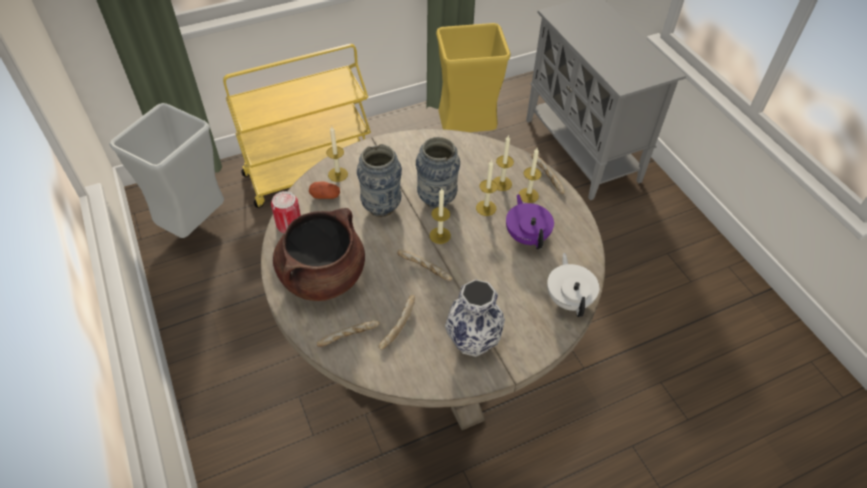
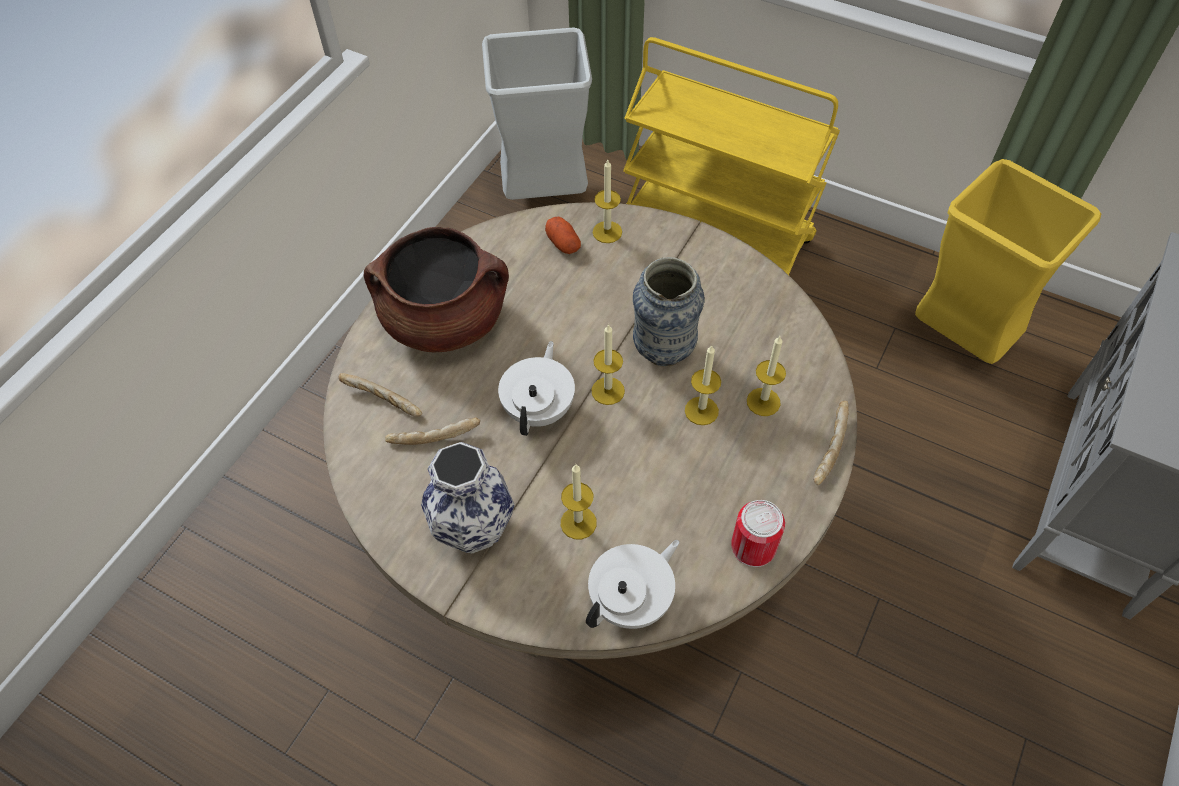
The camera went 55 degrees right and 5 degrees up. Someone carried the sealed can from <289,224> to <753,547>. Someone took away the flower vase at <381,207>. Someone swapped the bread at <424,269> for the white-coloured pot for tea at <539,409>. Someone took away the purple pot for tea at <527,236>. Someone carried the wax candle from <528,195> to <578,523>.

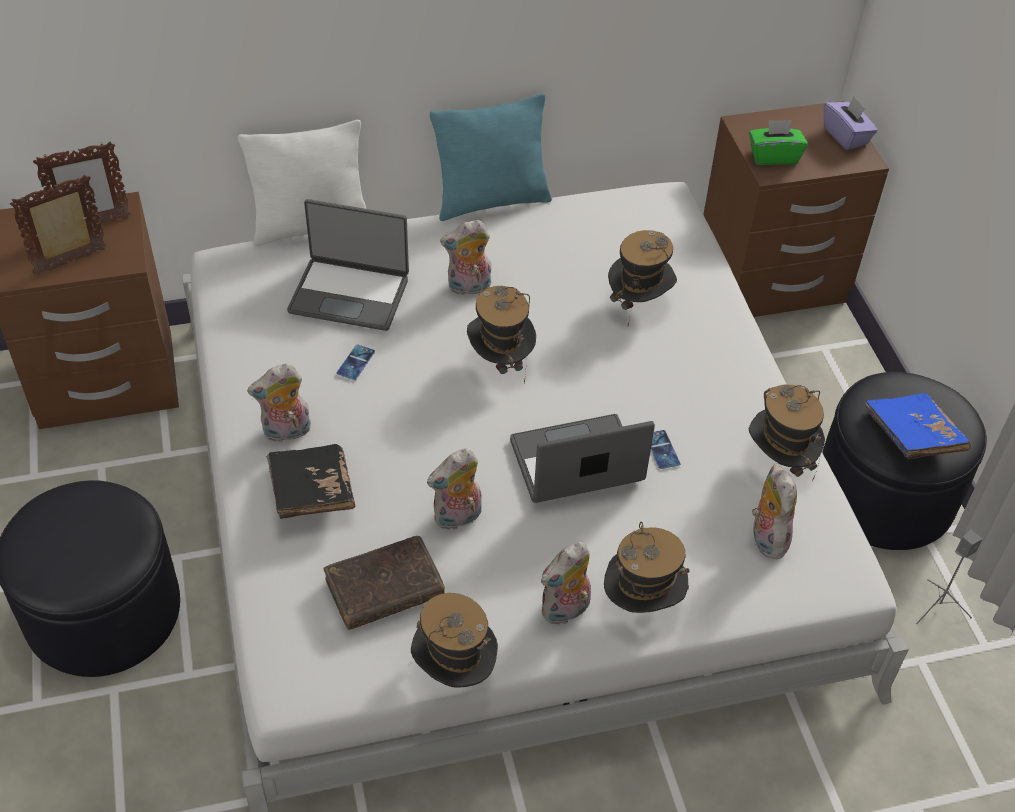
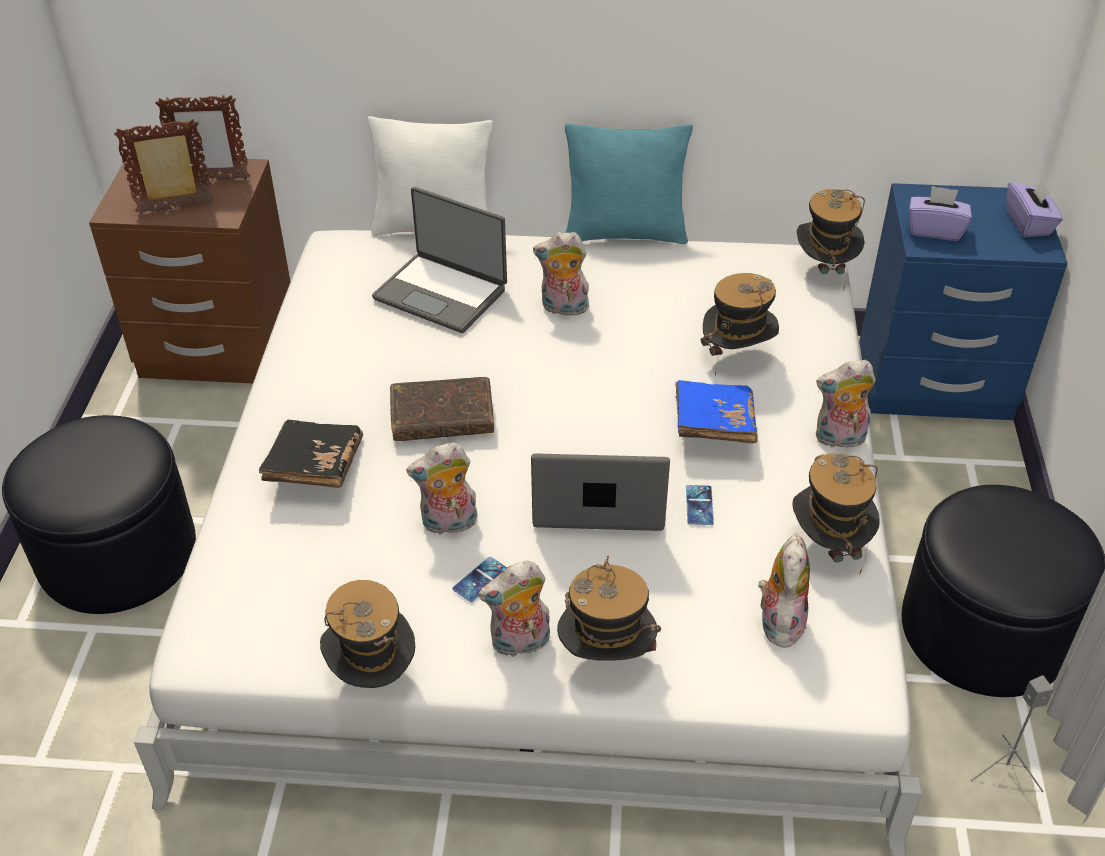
The camera went 20 degrees right and 5 degrees down. Someone carried the cuddly toy from <286,432> to <839,439>. Someone carried the brown-coloured volume from <384,589> to <442,418>. Someone carried the handset from <356,362> to <480,579>. Someone carried the wearable hat from <500,362> to <824,271>. Someone repainted the brown-coloured night table at <771,281>, which became the bluish night table at <934,382>. Someone repainted the green-coloured tissue box at <773,156>, which became the purple tissue box at <935,230>. Someone carried the bluish volume from <912,437> to <713,425>.

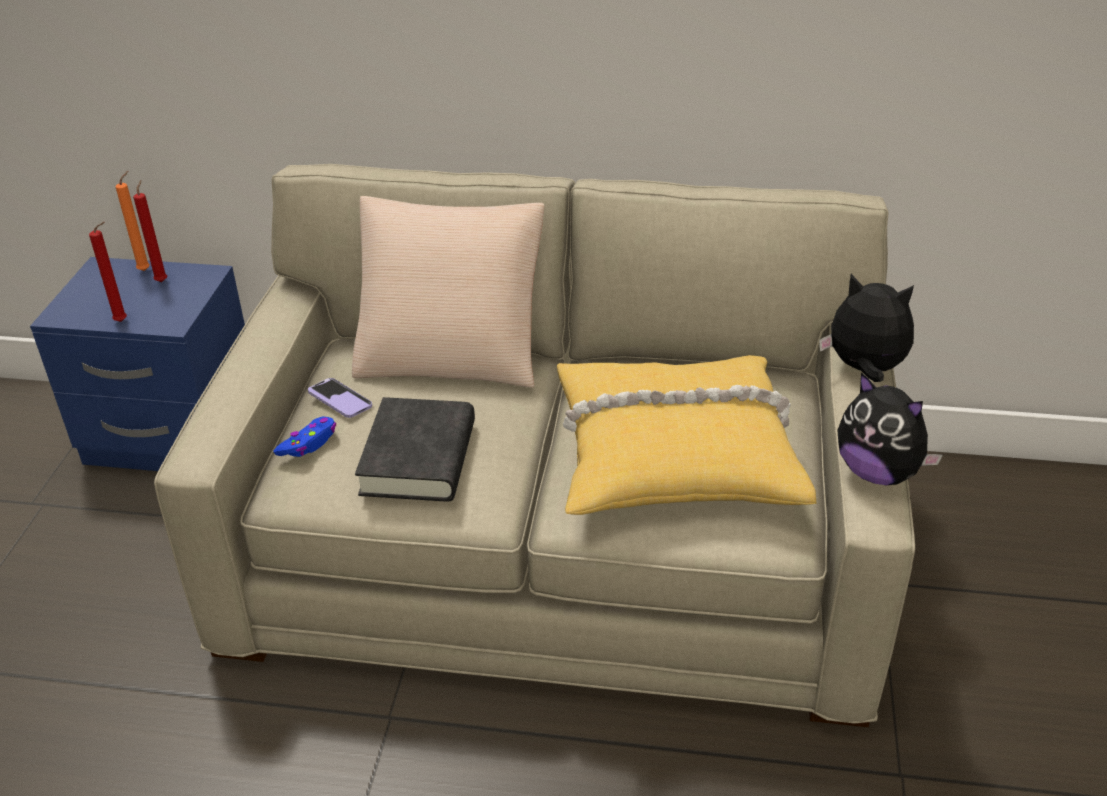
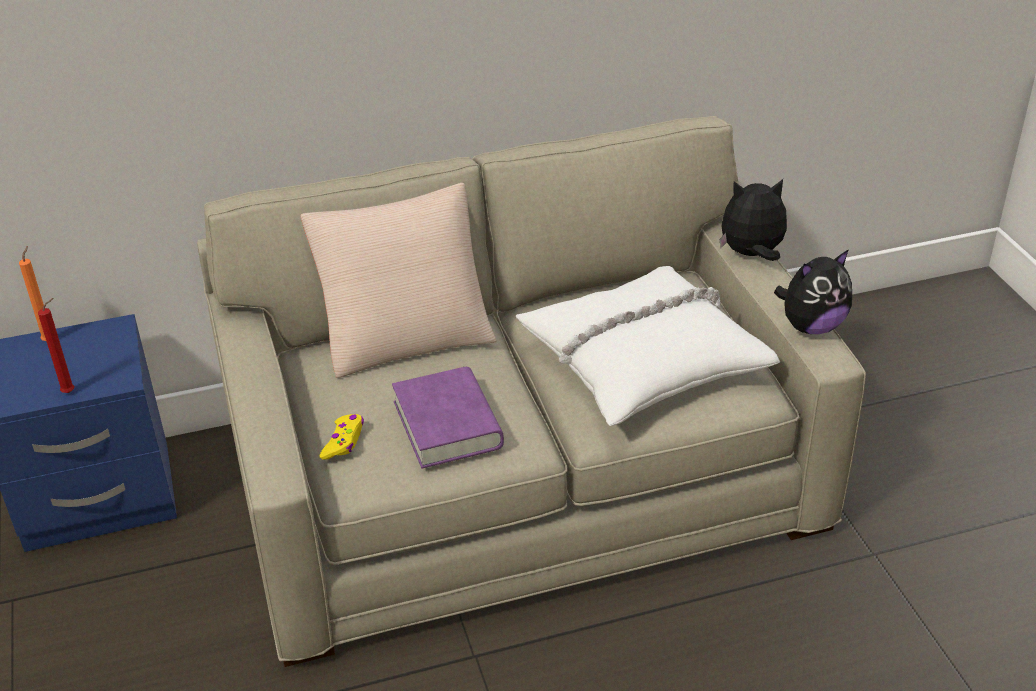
The camera went 25 degrees left and 0 degrees up. Someone took away the red wax candle at <162,280>. Someone repainted the bluish joypad at <309,443>, which became the yellow joypad at <343,442>. Someone took away the handset at <340,399>. Someone repainted the black-coloured volume at <418,458>, which became the purple volume at <447,425>. Someone repainted the yellow cushion at <674,452>, which became the white-coloured cushion at <642,359>. Someone rotated the cuddly toy at <878,472> by 45 degrees counterclockwise.

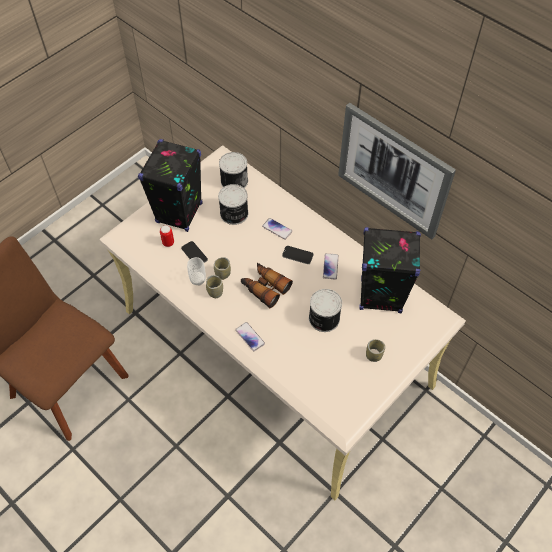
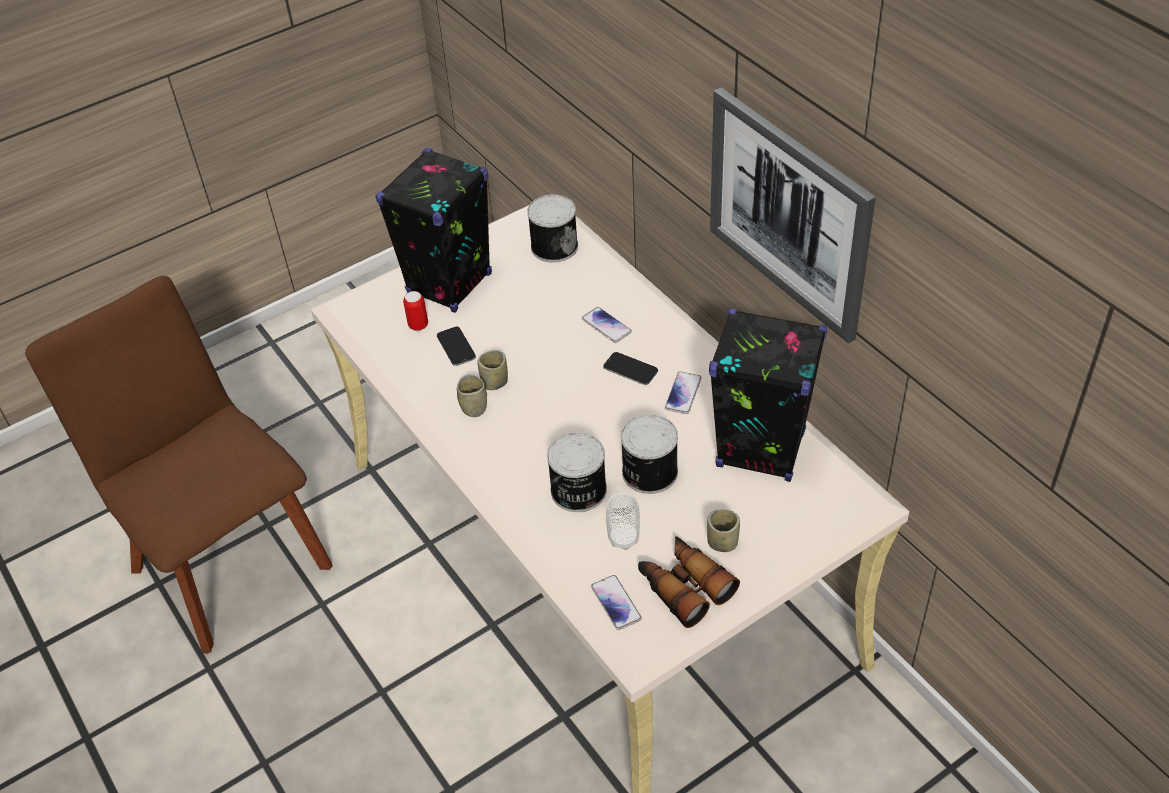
The camera went 15 degrees right and 10 degrees down. Someone carried the small cup from <198,279> to <623,538>. Someone carried the sealed can from <234,214> to <578,491>. Someone carried the handset from <250,337> to <616,603>. Someone carried the binoculars from <265,287> to <684,586>.

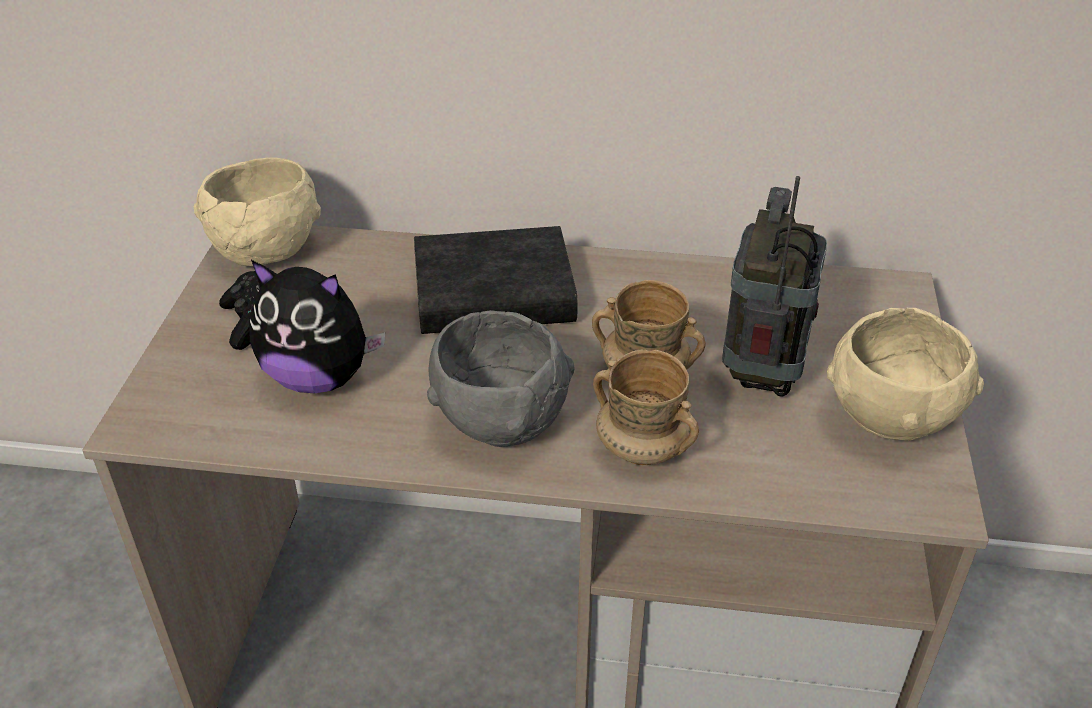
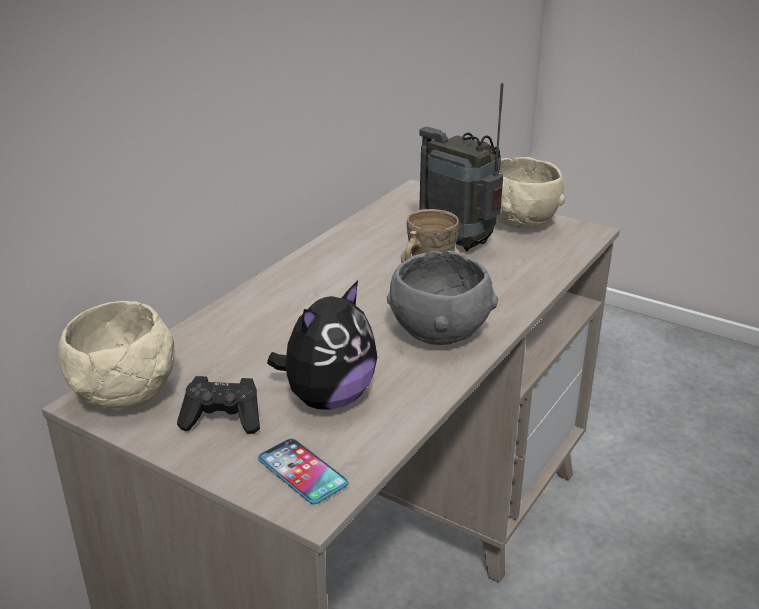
The camera went 65 degrees left and 10 degrees down. Someone took away the black-coloured volume at <494,294>. Someone took away the beige-coloured mug at <641,449>. Someone put down the handset at <302,472>.

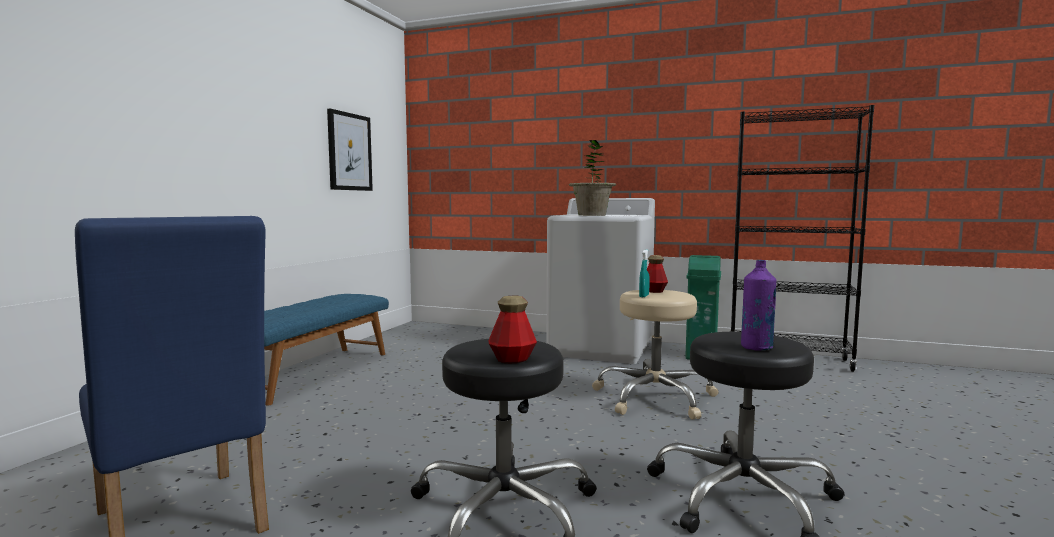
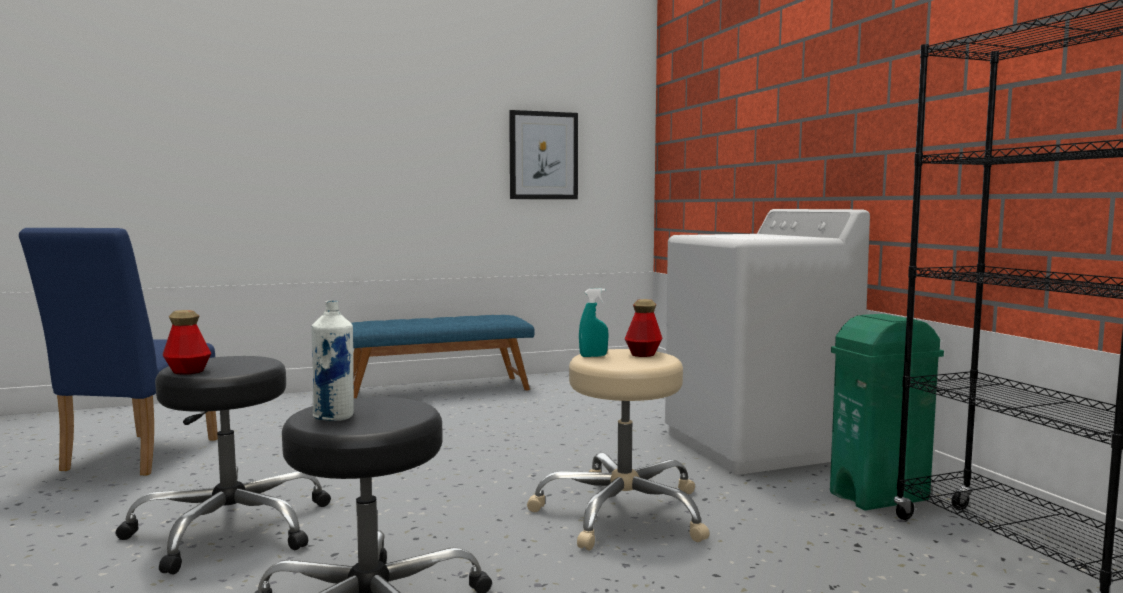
The camera went 50 degrees right and 0 degrees up. Someone took away the plant in a pot at <592,215>. Someone repainted the purple bottle at <756,348>, which became the white-coloured bottle at <334,417>.

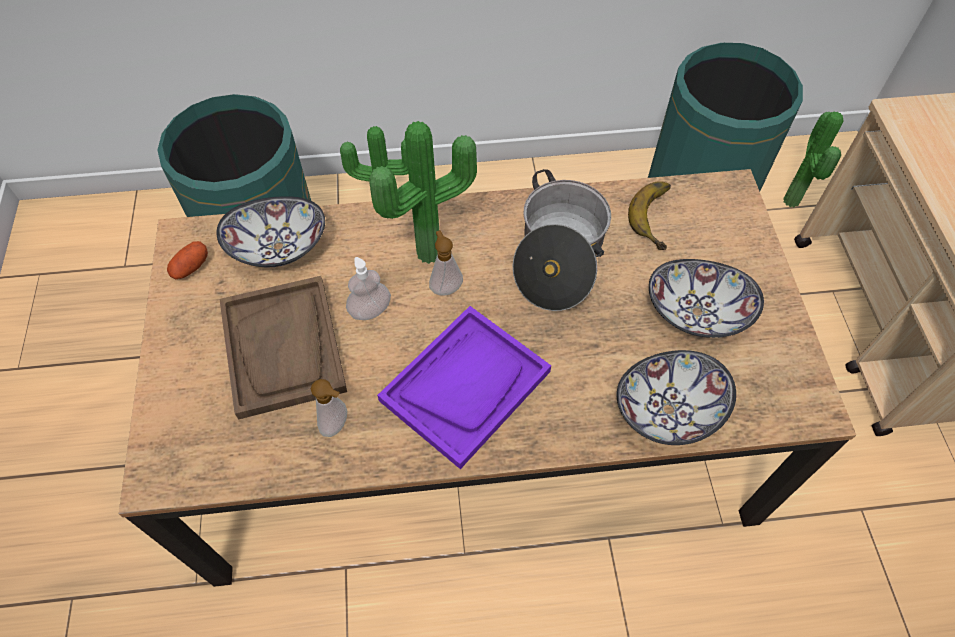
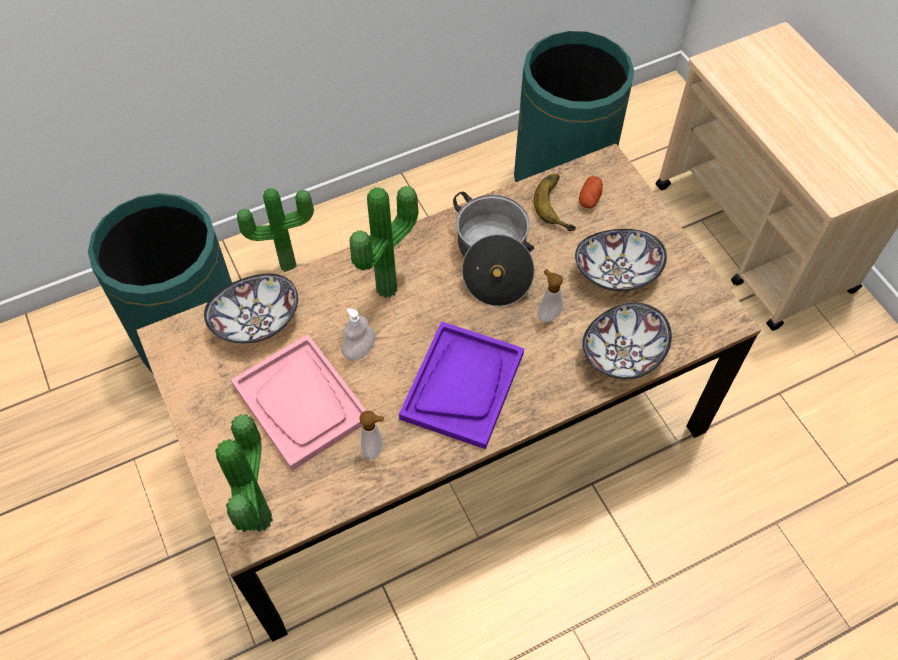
The camera went 20 degrees left and 0 degrees up. Someone carried the spud from <191,267> to <589,198>. Someone repainted the brown-coloured serving tray at <283,347>, which became the pinkish serving tray at <301,402>. Someone carried the soap bottle from <445,287> to <547,314>. Someone carried the plant in a pot from <794,201> to <265,518>.

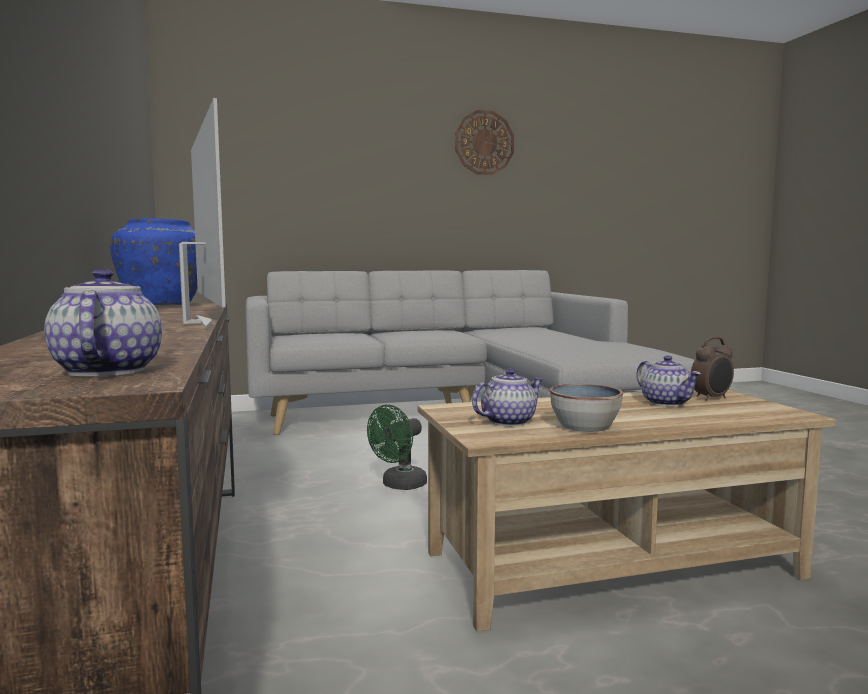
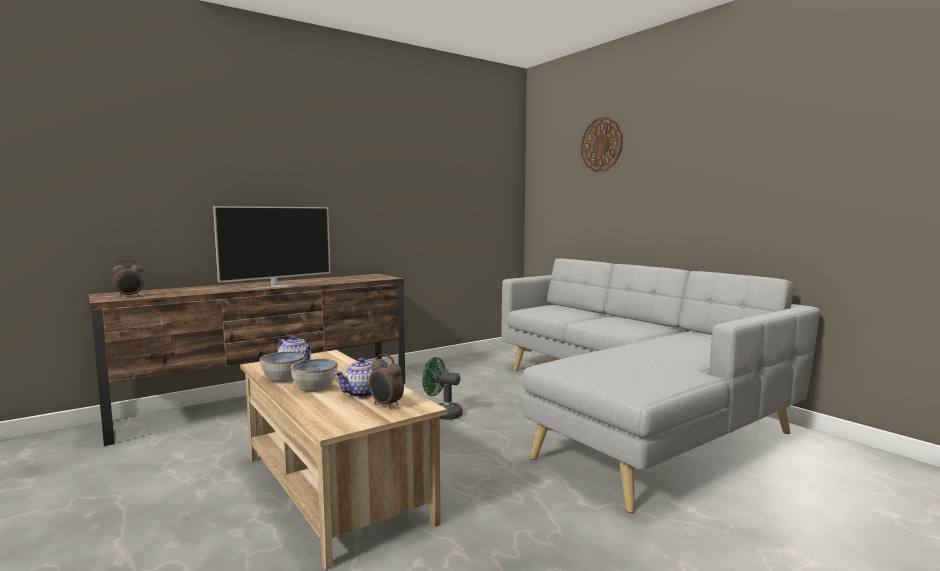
The camera went 70 degrees right and 0 degrees up. Someone swapped the pot for tea at <106,371> for the table clock at <130,296>. Someone took away the bluish flower vase at <163,305>. Someone carried the wall clock from <484,142> to <601,145>. Someone put down the serving bowl at <314,388>.

